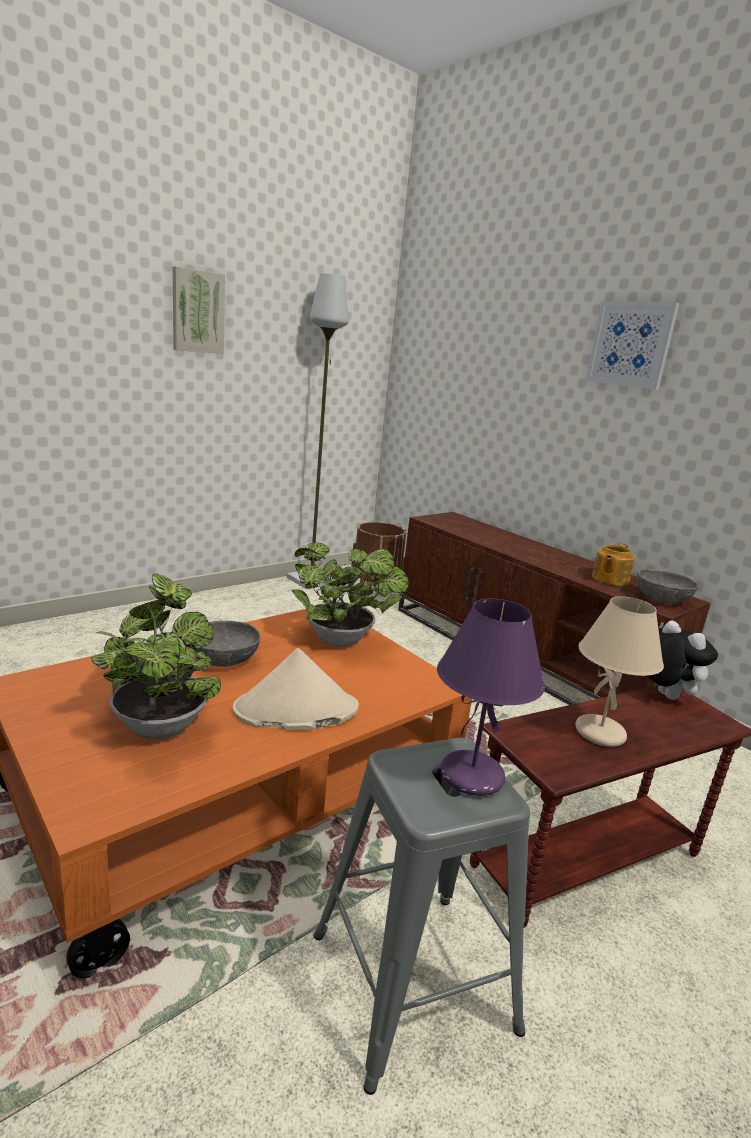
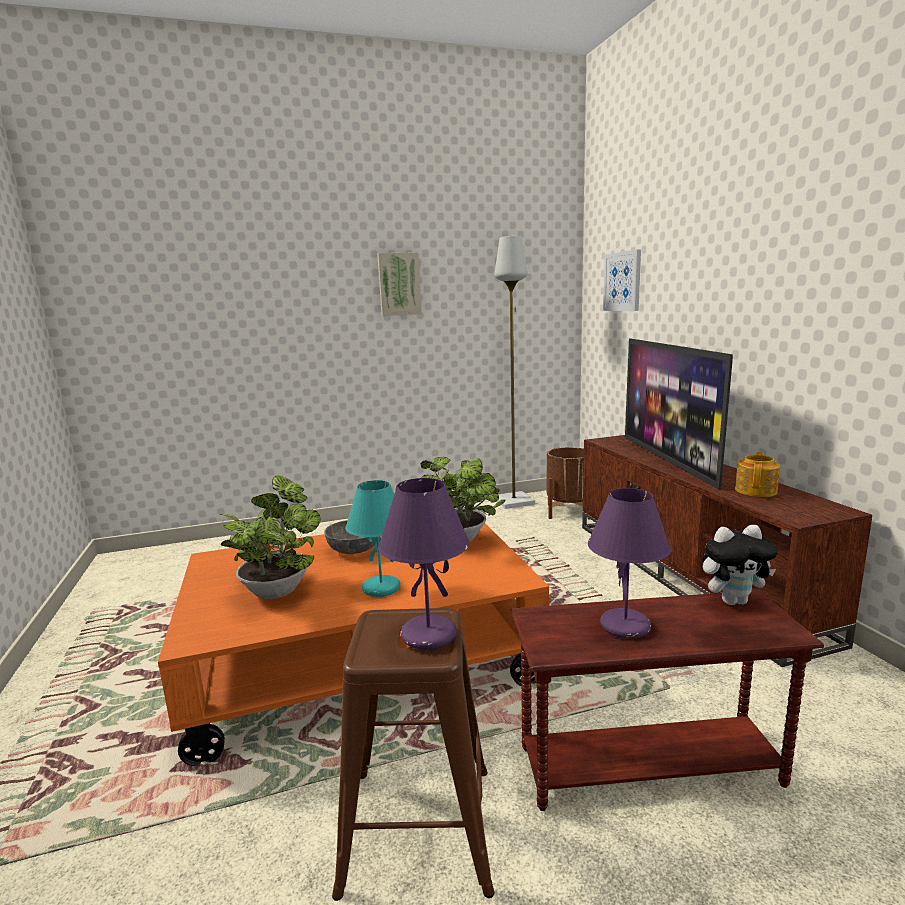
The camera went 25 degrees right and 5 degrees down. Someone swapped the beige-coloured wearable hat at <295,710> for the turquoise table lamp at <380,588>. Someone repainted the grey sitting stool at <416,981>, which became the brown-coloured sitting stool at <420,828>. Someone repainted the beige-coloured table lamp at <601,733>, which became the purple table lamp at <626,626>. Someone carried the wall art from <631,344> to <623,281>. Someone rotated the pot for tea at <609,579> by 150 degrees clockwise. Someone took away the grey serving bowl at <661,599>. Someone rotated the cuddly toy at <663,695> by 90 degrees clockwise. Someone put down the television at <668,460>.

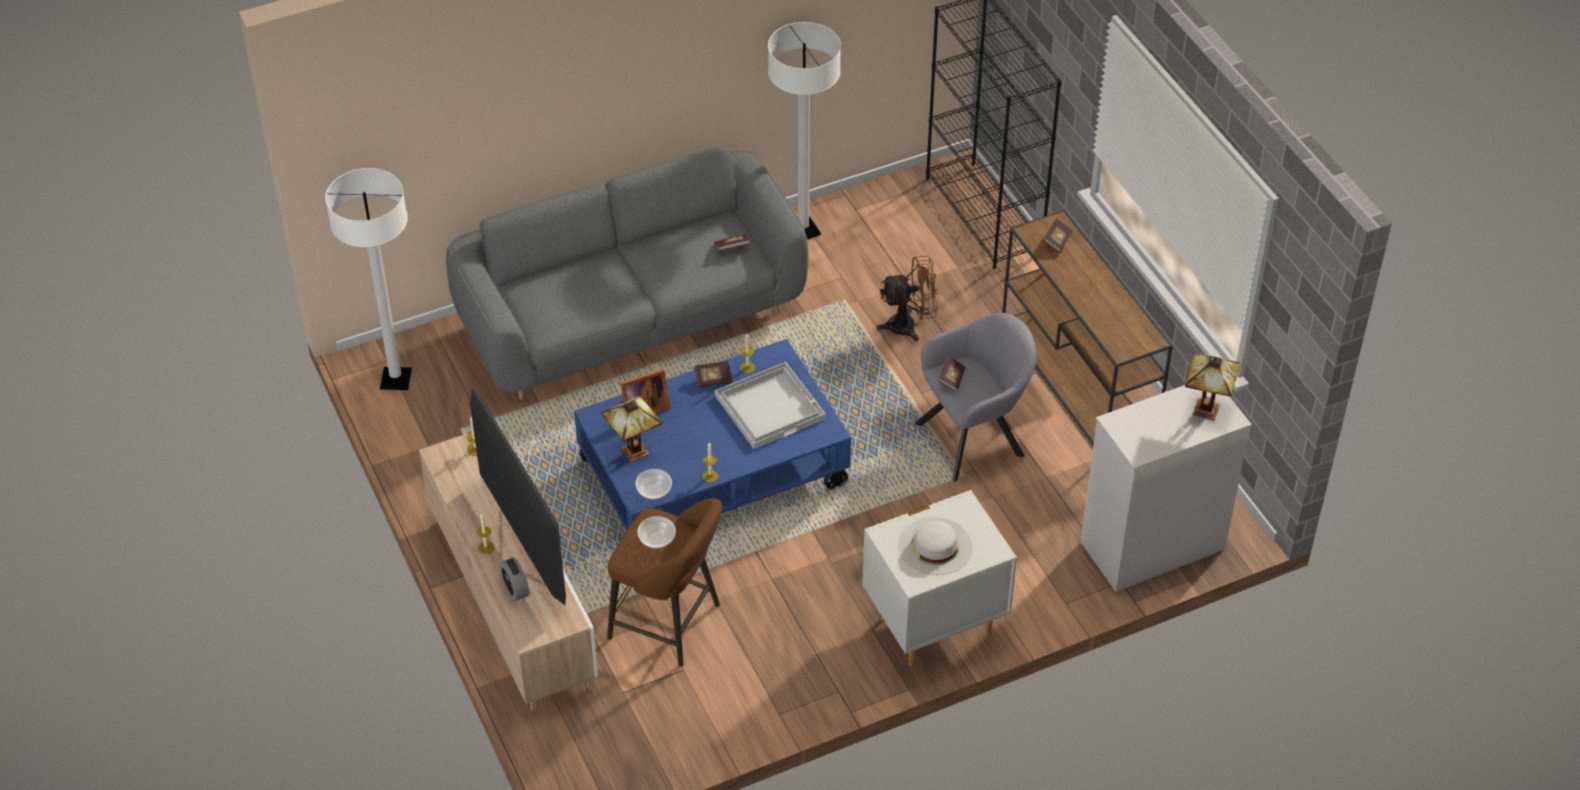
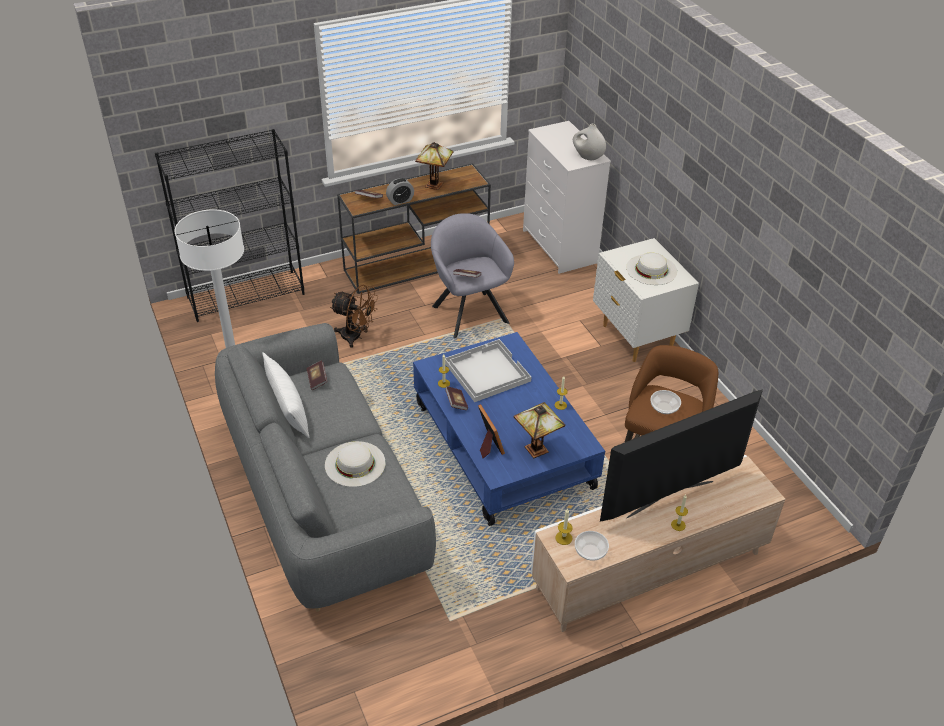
The camera went 90 degrees left and 5 degrees down. Someone took away the white-coloured floor lamp at <396,380>. Someone carried the table clock from <515,589> to <400,201>. Someone carried the serving bowl from <654,491> to <591,551>. Someone rotated the brown-coloured fan at <909,326> by 120 degrees clockwise. Someone carried the table lamp from <1207,411> to <435,185>. Someone put down the white-coloured cushion at <288,409>. Someone put down the white-coloured wearable hat at <355,464>. Someone put down the white-coloured flower vase at <587,157>.

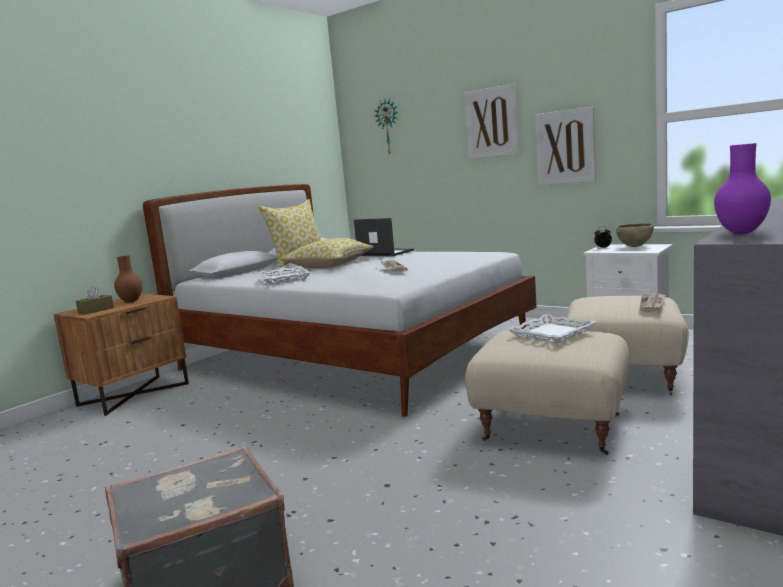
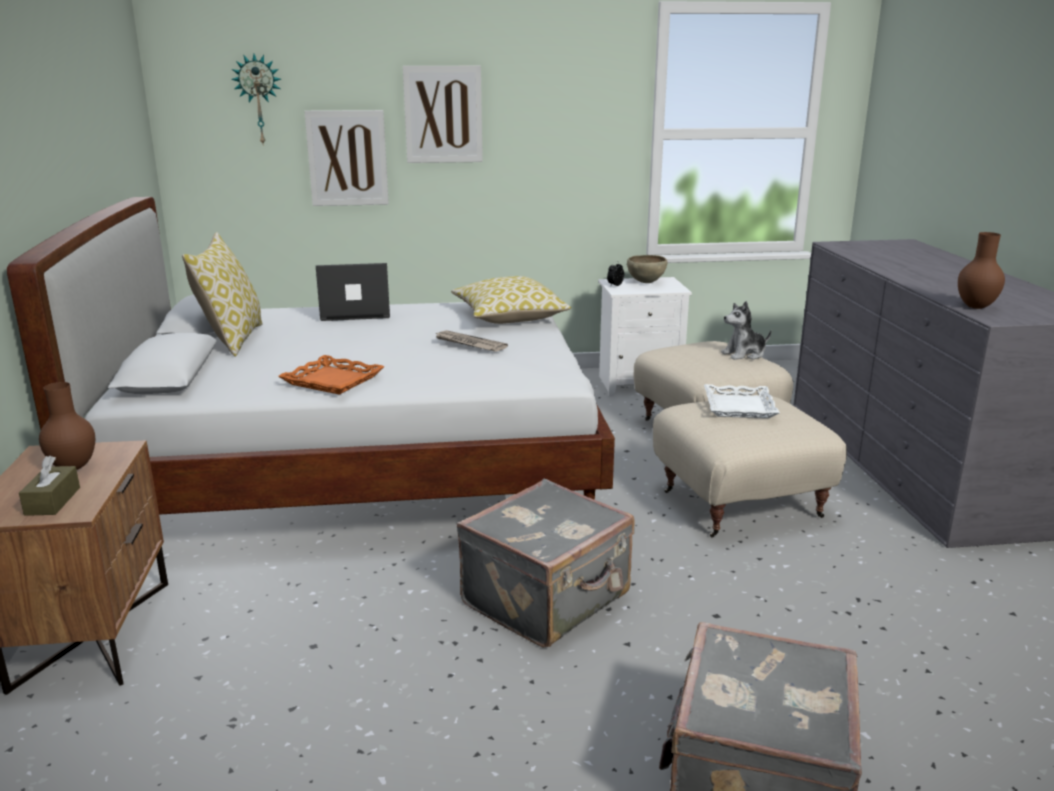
The camera went 45 degrees left and 10 degrees up. Someone repainted the white-coloured serving tray at <284,279>, which became the orangey serving tray at <332,381>. Someone carried the cushion from <329,265> to <509,317>. Someone carried the wall art from <565,147> to <347,158>. Someone swapped the daily paper at <652,304> for the cuddly toy at <744,354>. Someone repainted the purple flower vase at <742,232>, which became the brown-coloured flower vase at <977,307>. Someone put down the grey piece of luggage at <548,600>.

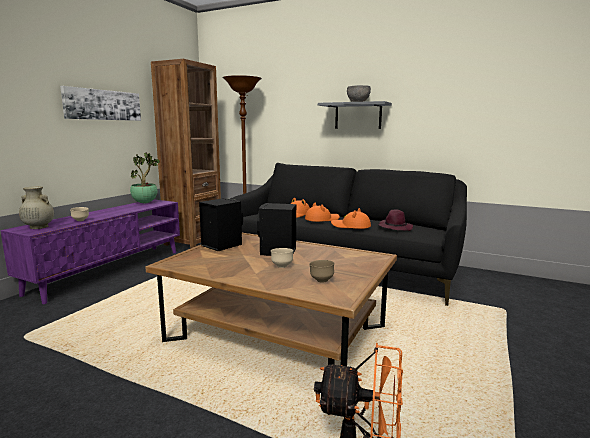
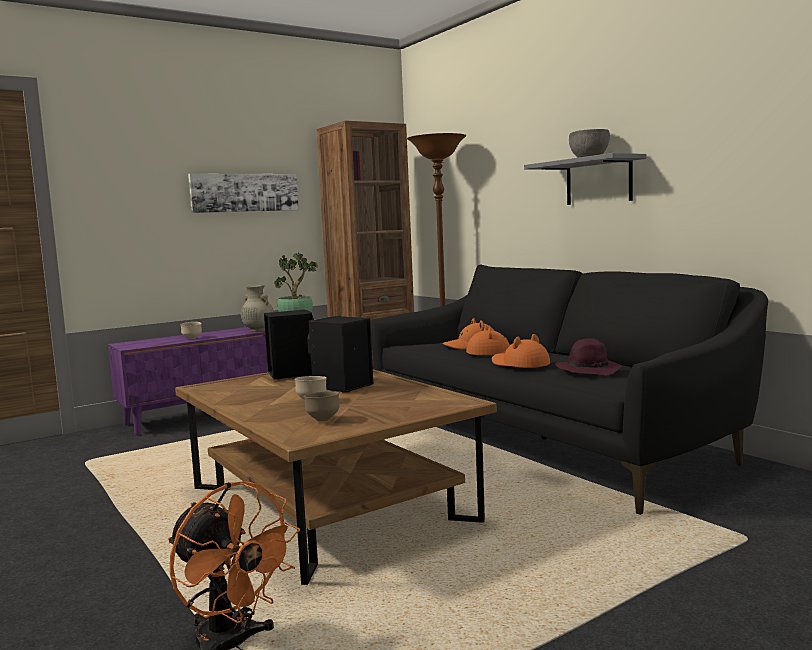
The camera went 30 degrees right and 5 degrees down. Someone carried the beige-coloured flower vase from <38,227> to <258,330>.

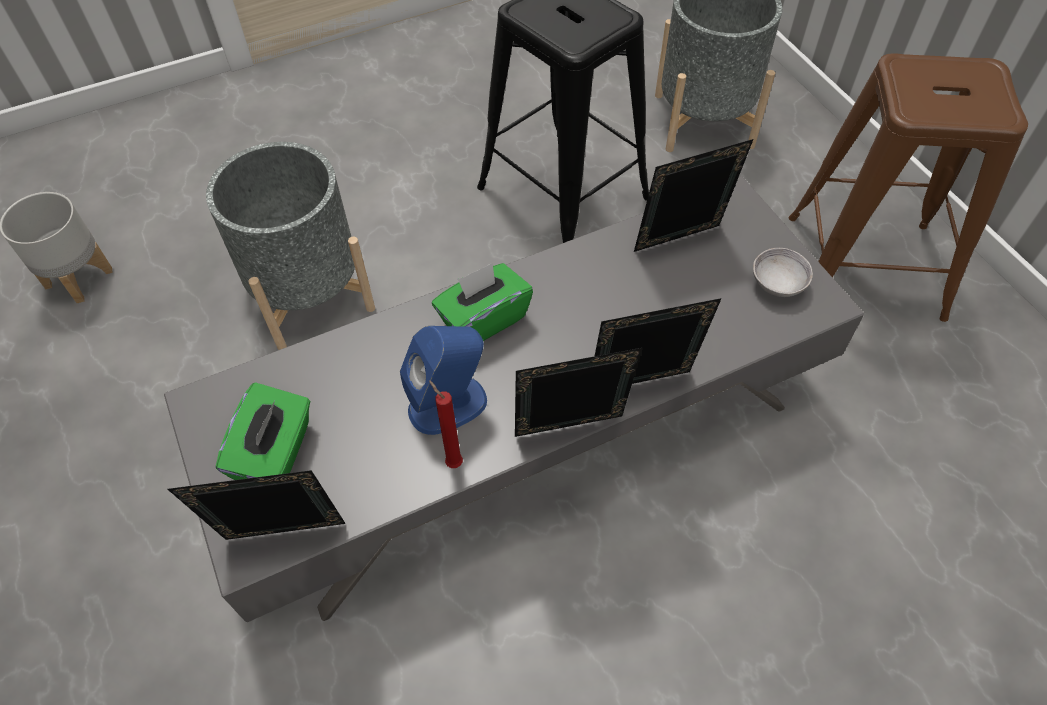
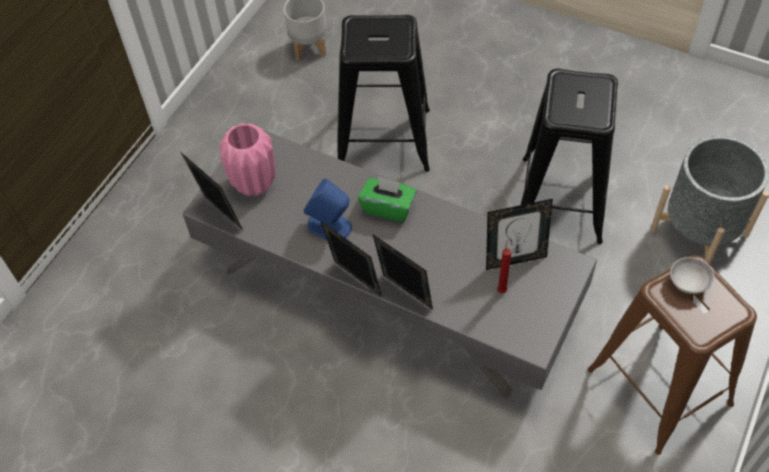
The camera went 55 degrees right and 0 degrees up. Someone swapped the grey plant pot at <309,295> for the black-coloured sitting stool at <383,140>. Someone swapped the green-coloured tissue box at <276,453> for the pinkish flower vase at <254,183>. Someone carried the red wax candle from <452,462> to <502,290>. Someone rotated the standing frame at <680,244> by 135 degrees clockwise. Someone carried the grey serving bowl from <778,283> to <688,282>.

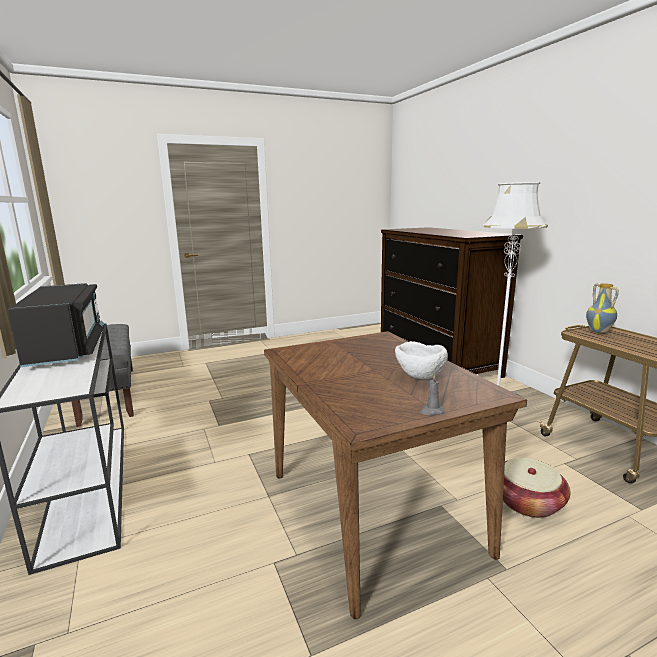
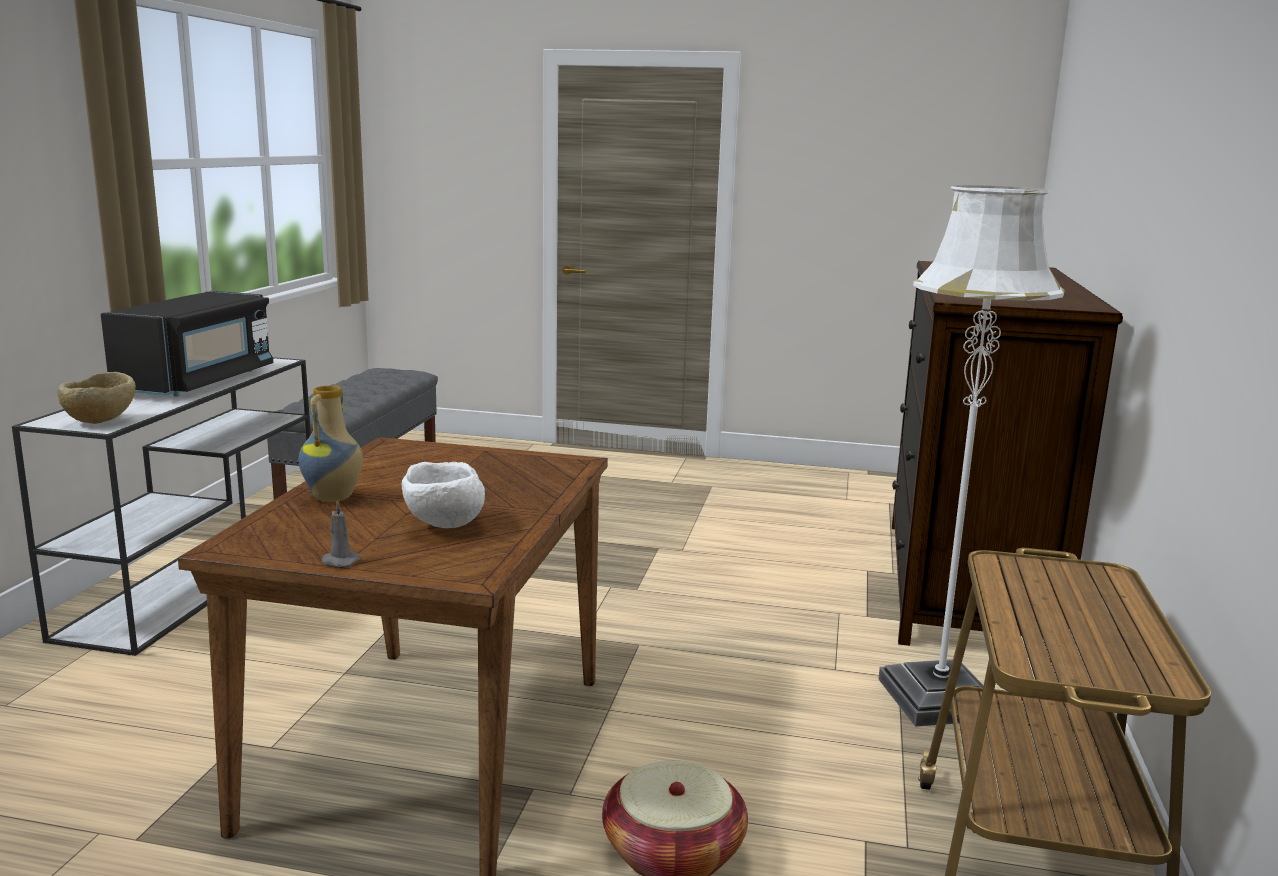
The camera went 35 degrees right and 0 degrees up. Someone carried the flower vase from <599,331> to <334,498>. Someone put down the beige-coloured serving bowl at <101,422>.

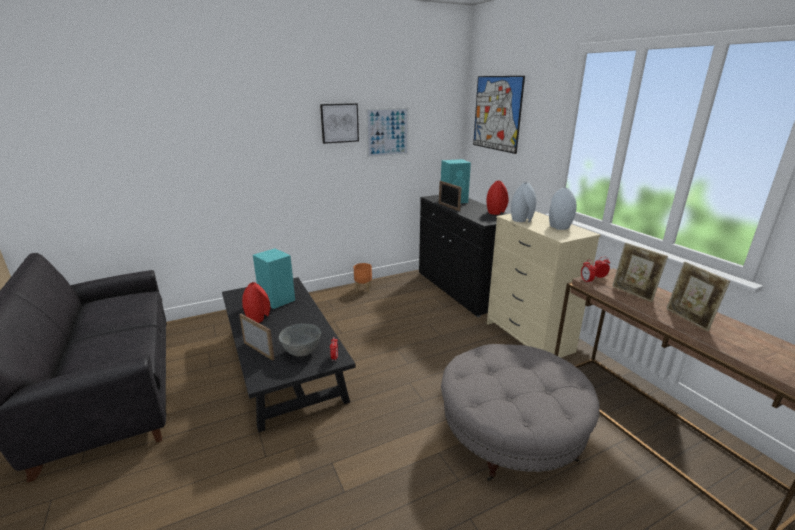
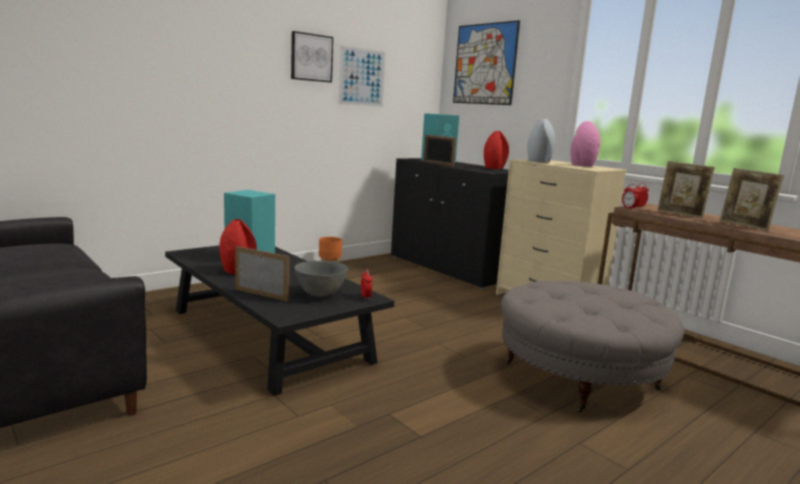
The camera went 15 degrees left and 10 degrees down. Someone repainted the grey flower vase at <559,227>, which became the pinkish flower vase at <582,165>.

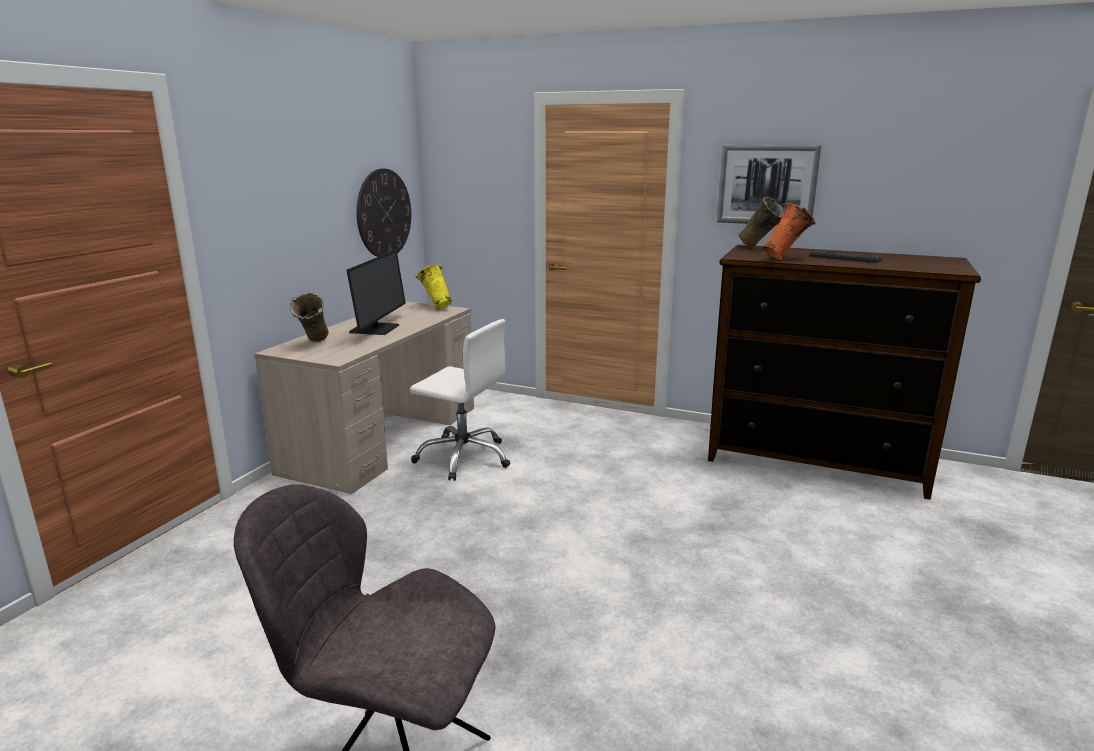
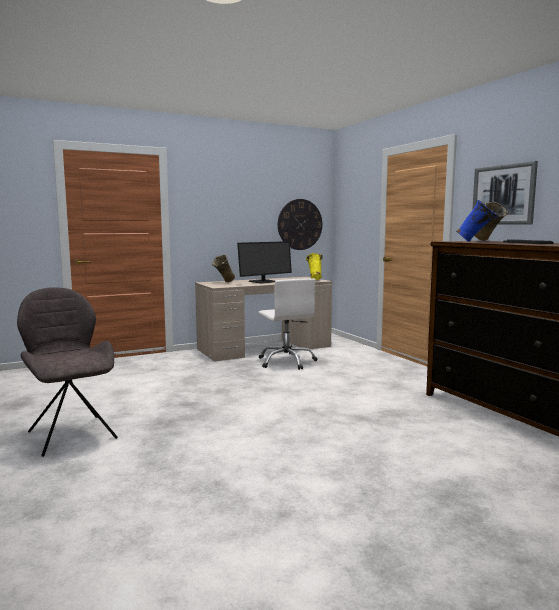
The camera went 40 degrees right and 10 degrees down. Someone repainted the orangey flower vase at <786,259>, which became the bluish flower vase at <476,242>.

